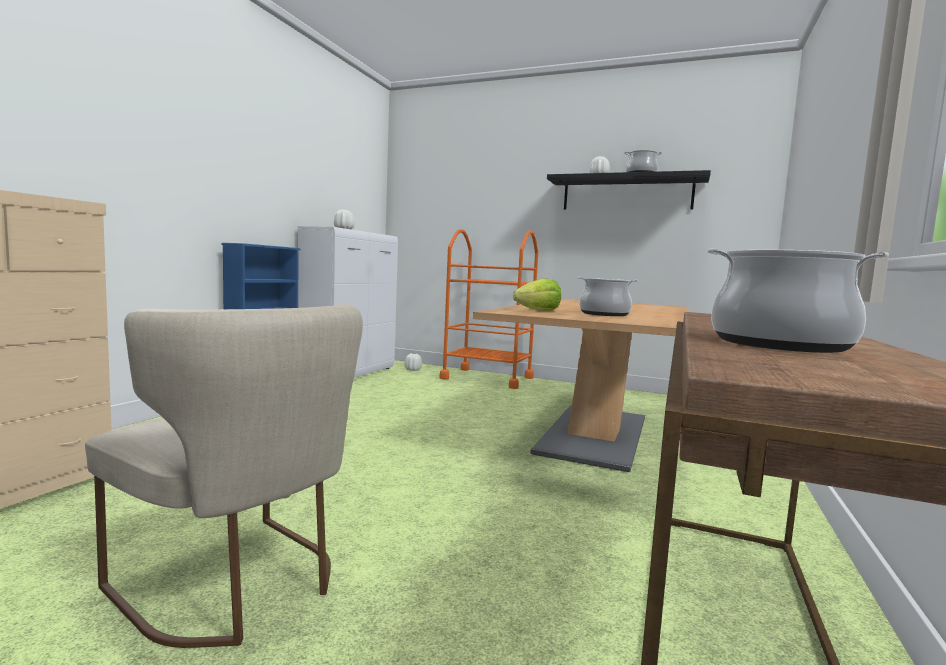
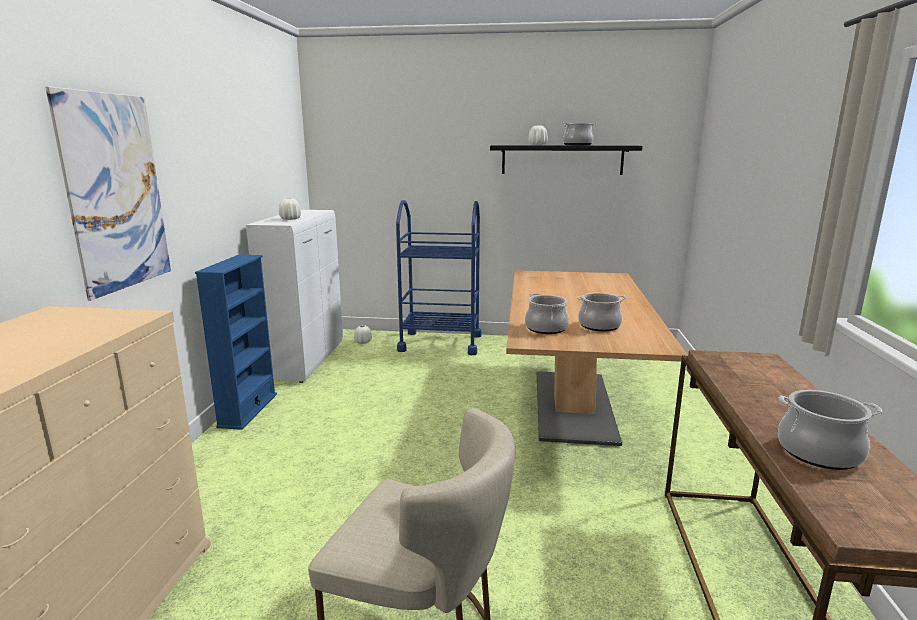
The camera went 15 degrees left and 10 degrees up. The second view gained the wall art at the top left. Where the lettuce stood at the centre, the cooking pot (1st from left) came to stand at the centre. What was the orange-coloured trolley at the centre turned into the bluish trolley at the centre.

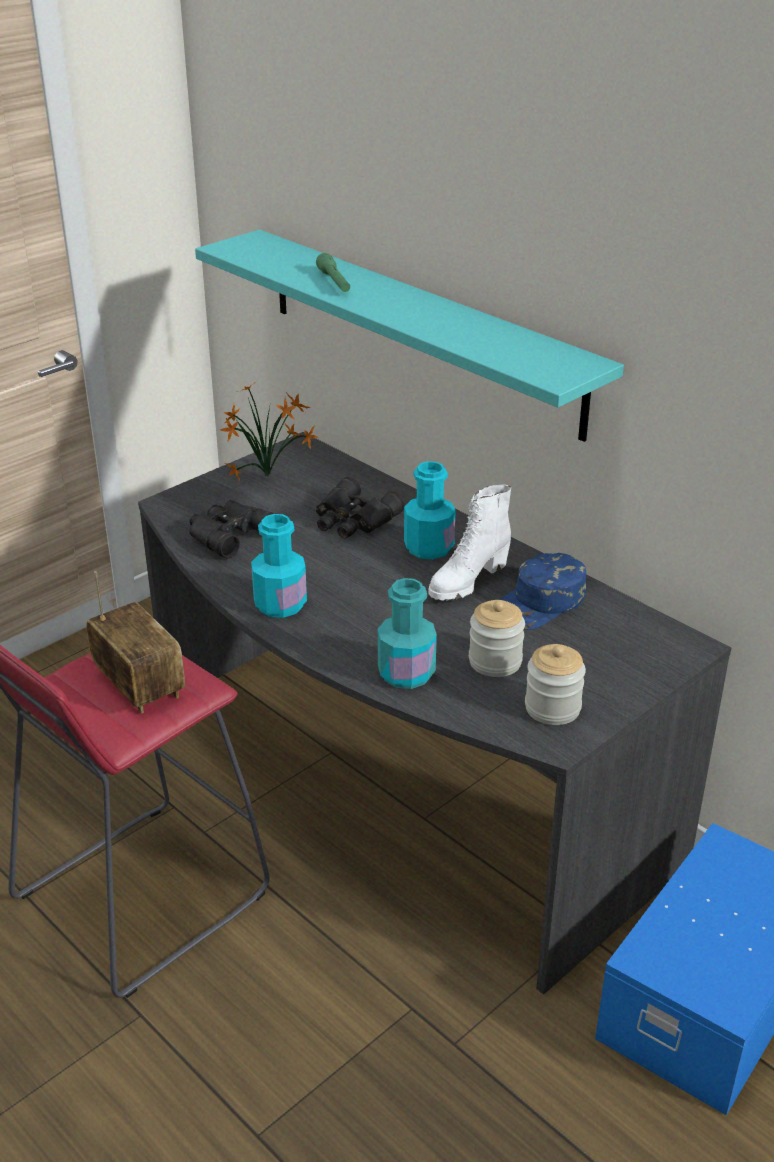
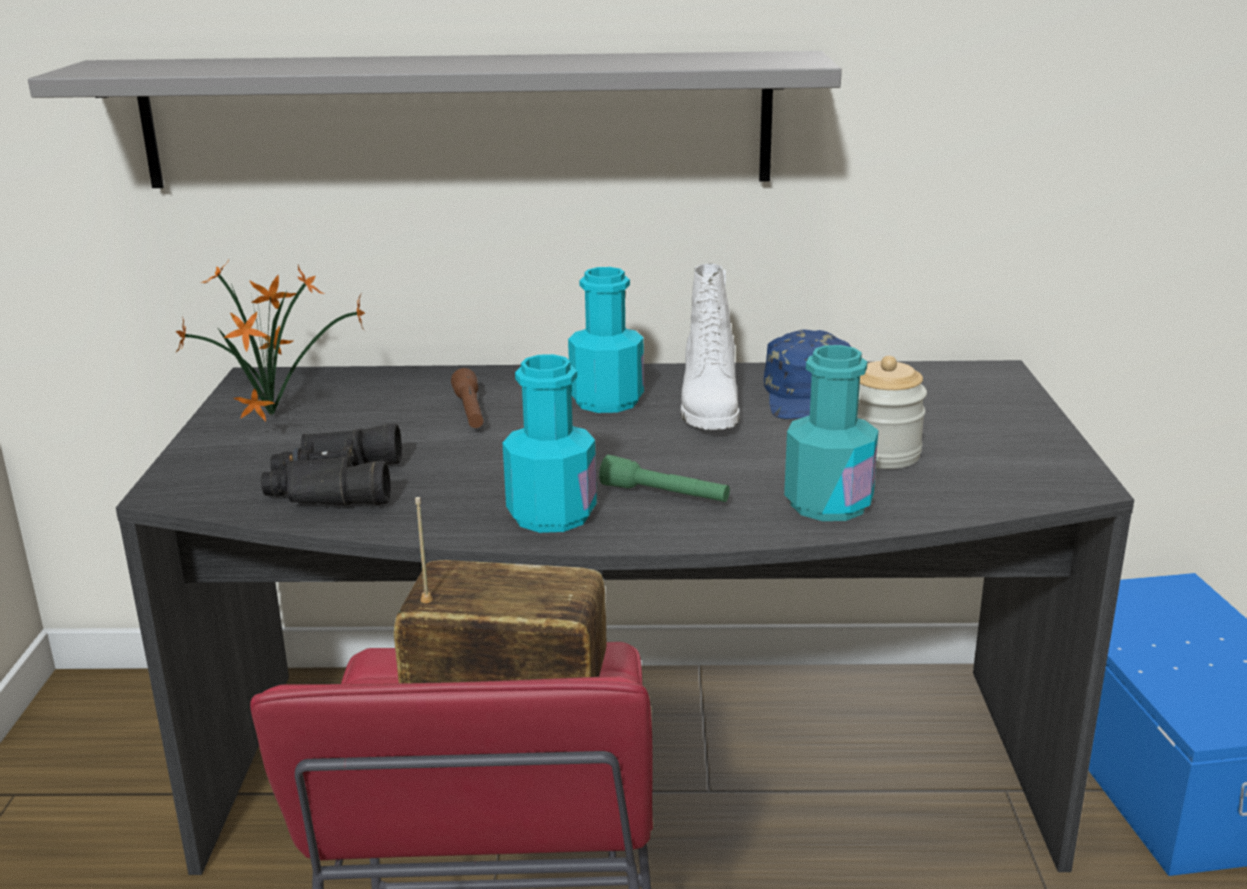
The camera went 45 degrees left and 10 degrees down. The second view lost the jar (2nd from left) at the middle right. The green-coloured flashlight ended up elsewhere, having gone from the top centre to the centre. Where the blackish pair of binoculars (2nd from left) stood at the centre, the brown-coloured flashlight came to stand at the centre. What was the turquoise-coloured bracket shelf at the top centre turned into the greyish bracket shelf at the top centre.

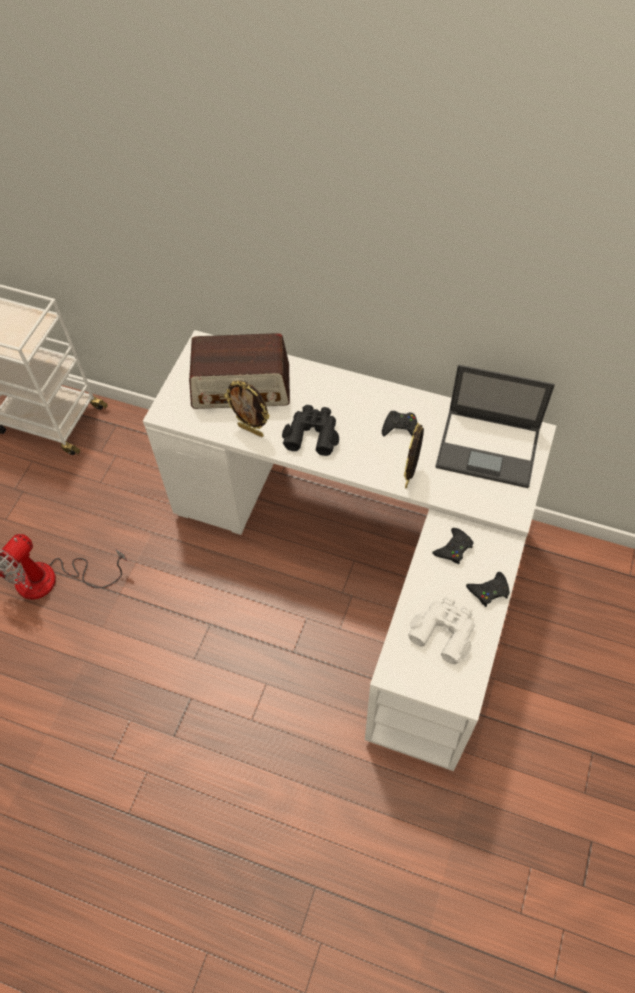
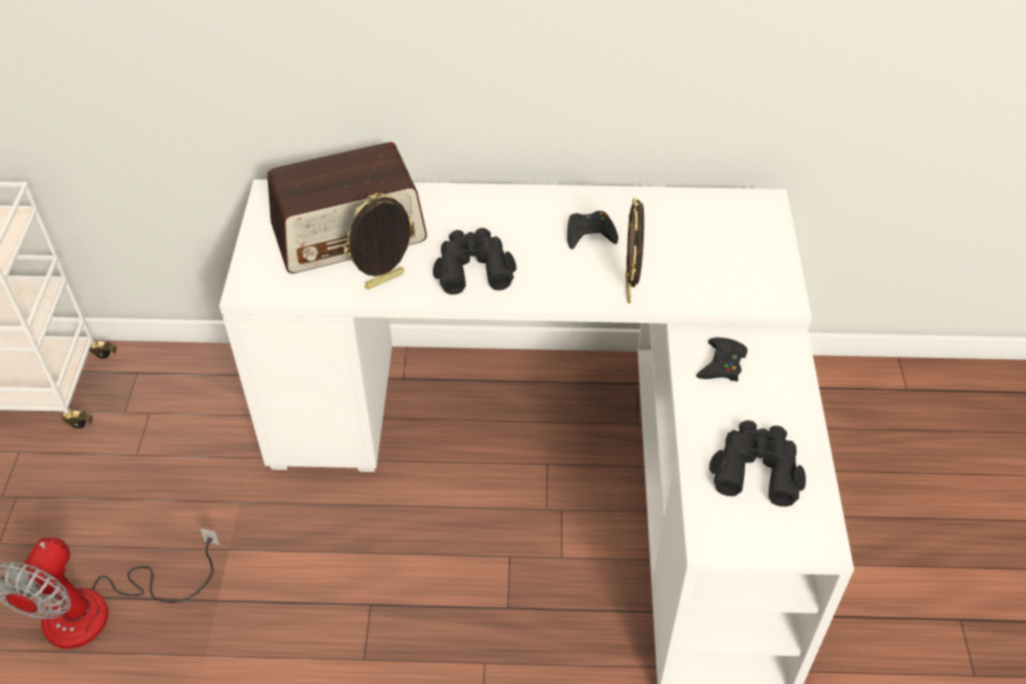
The camera went 20 degrees left and 10 degrees down. The second view lost the laptop at the middle right. The second view lost the blackish joypad (3rd from left) at the middle right. What was the white-coloured pair of binoculars at the middle right turned into the blackish pair of binoculars (2nd from left) at the bottom right. The standing frame (1st from left) at the centre ended up facing another way, 135 degrees clockwise from before.

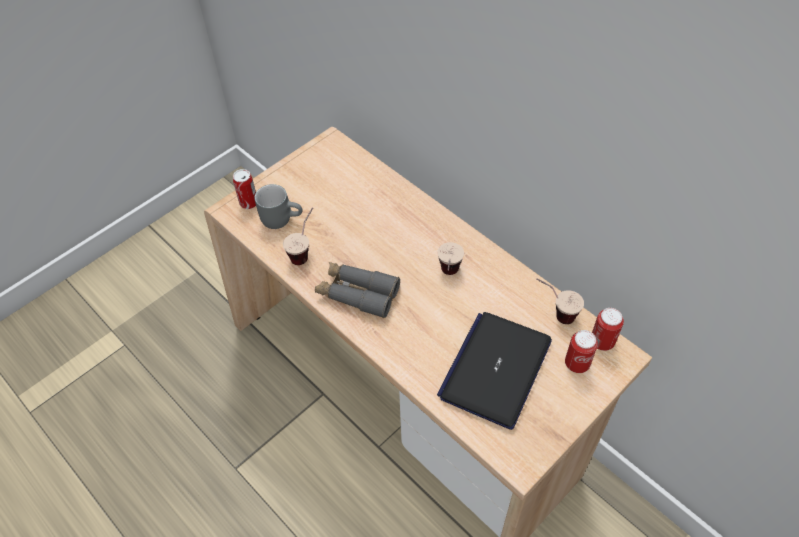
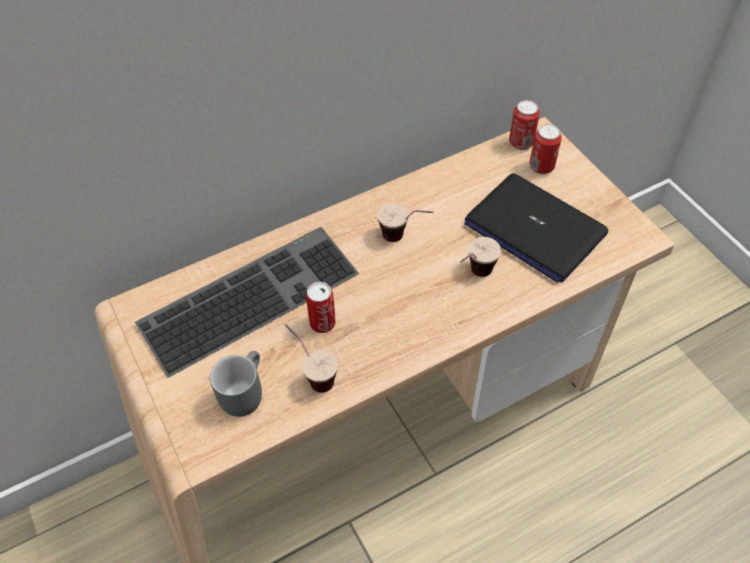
The camera went 75 degrees left and 0 degrees up. The second view lost the greyish pair of binoculars at the centre. The second view gained the keyboard at the middle left. The sealed can (1st from left) ended up elsewhere, having gone from the middle left to the centre. The small cup (3rd from left) ended up elsewhere, having gone from the middle right to the centre.

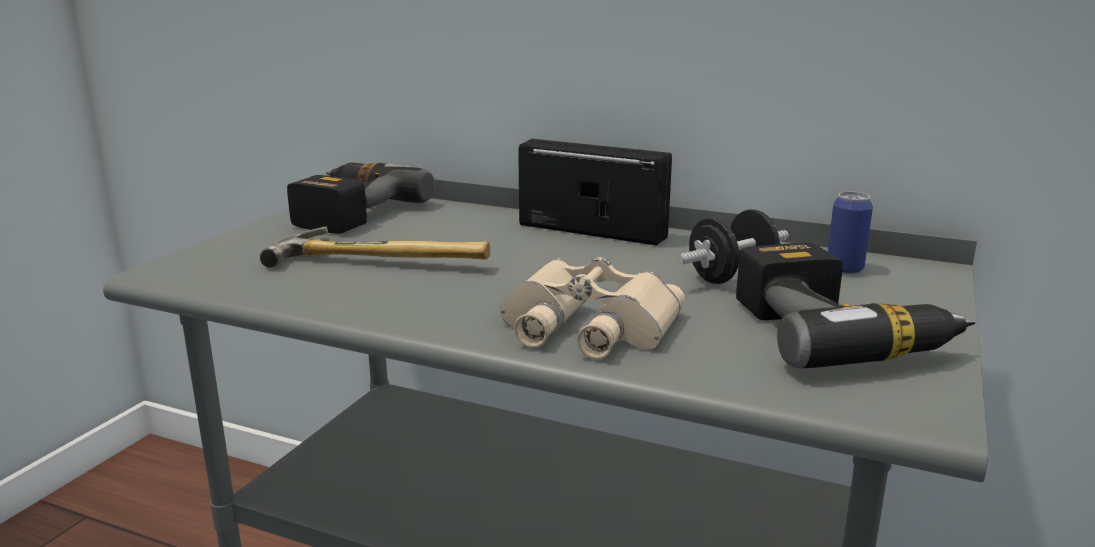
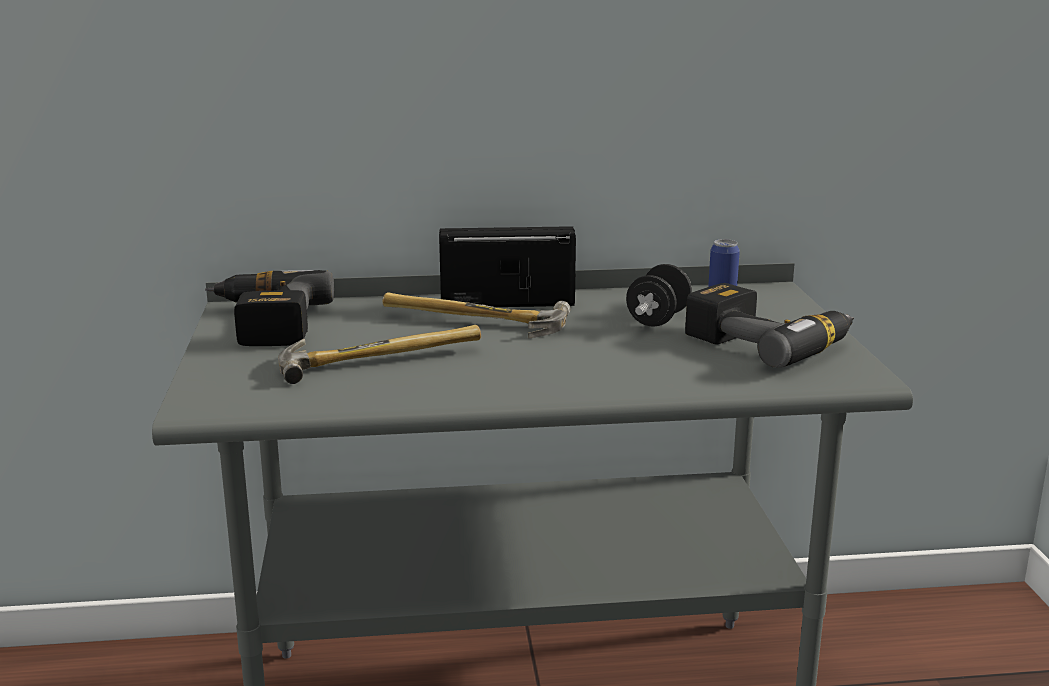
The camera went 30 degrees left and 0 degrees up. The second view lost the beige-coloured pair of binoculars at the centre. The second view gained the tool hammer (2nd from left) at the centre.

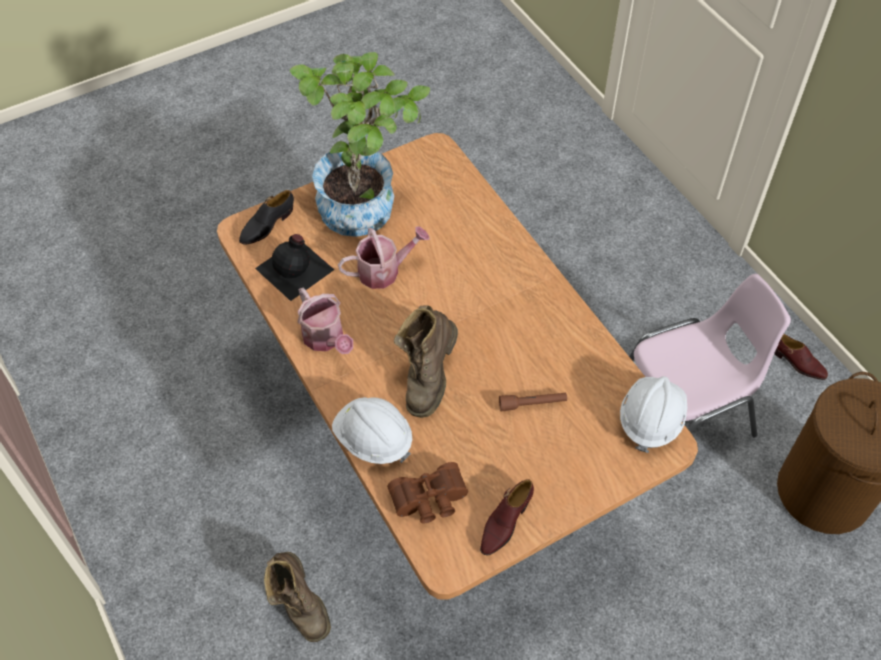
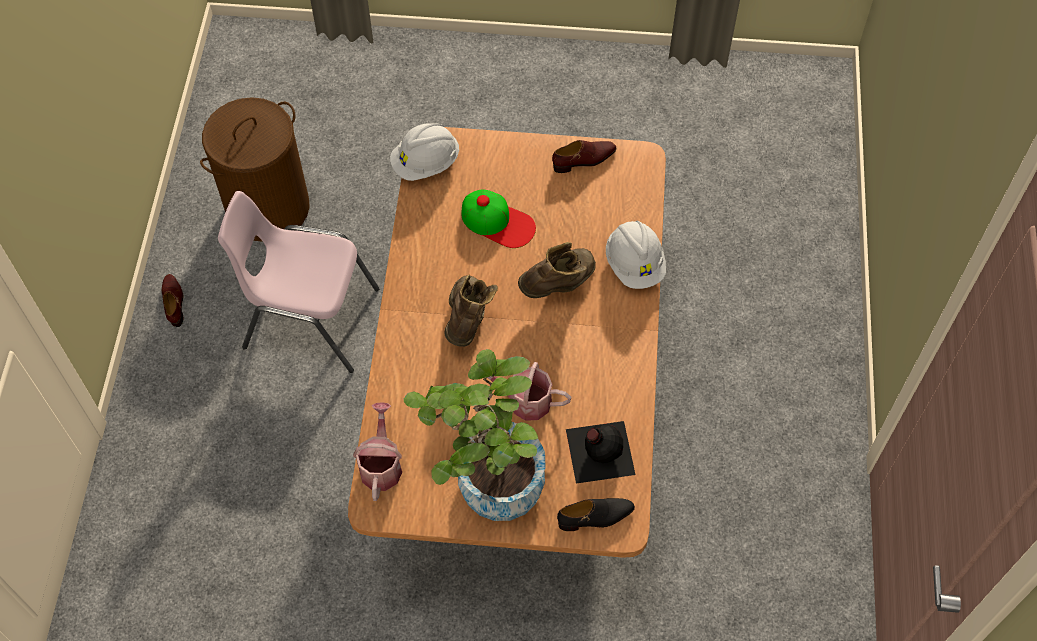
The camera went 145 degrees left and 5 degrees up. The second view lost the brown-coloured pair of binoculars at the bottom centre. The brown-coloured boot (1st from left) ended up elsewhere, having gone from the bottom centre to the centre. The watering can (1st from left) ended up elsewhere, having gone from the centre to the bottom centre. Where the brown-coloured flashlight stood at the centre, the baseball cap came to stand at the centre.

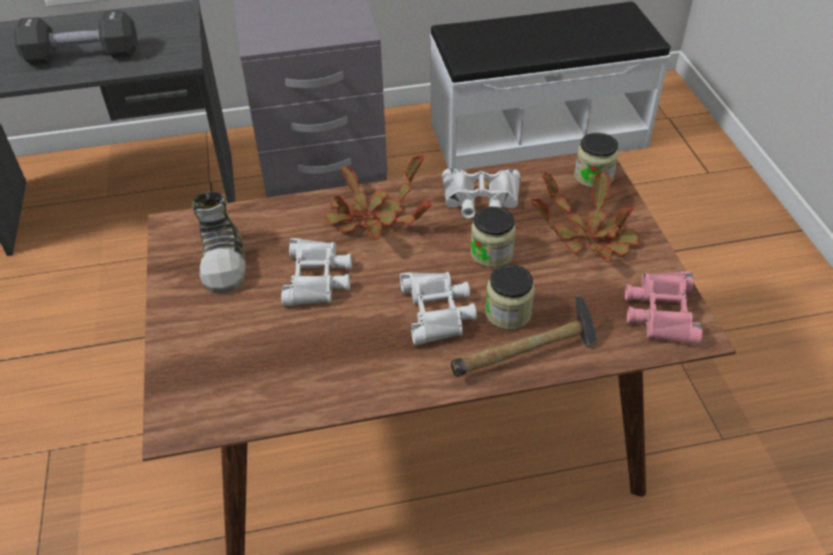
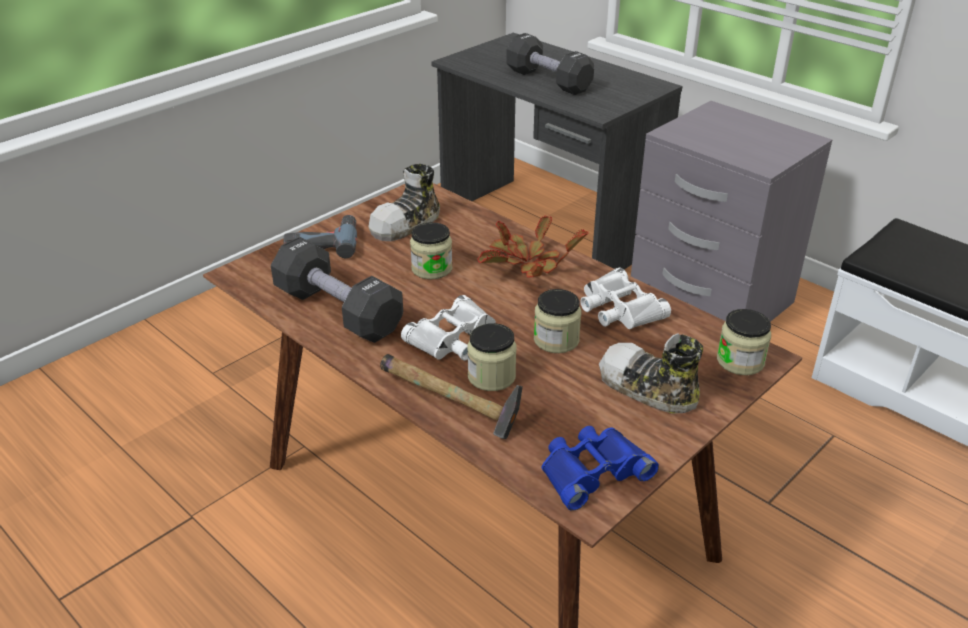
The camera went 55 degrees right and 10 degrees down. The second view gained the blackish hand weight (1st from left) at the centre. The second view gained the drill at the middle left. Where the white-coloured pair of binoculars (1st from left) stood at the centre, the jar (1st from left) came to stand at the centre. Where the plant in a pot (2nd from left) stood at the middle right, the low shoe (2nd from left) came to stand at the middle right. What was the pinkish pair of binoculars at the middle right turned into the bluish pair of binoculars at the bottom centre.

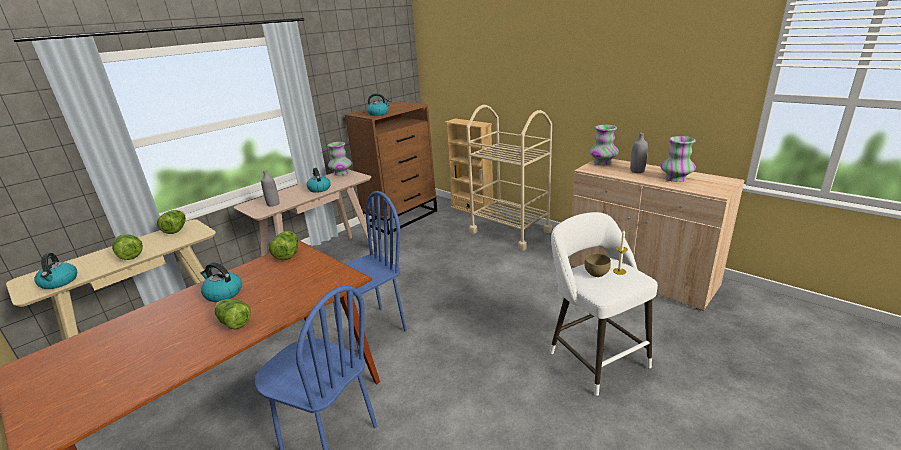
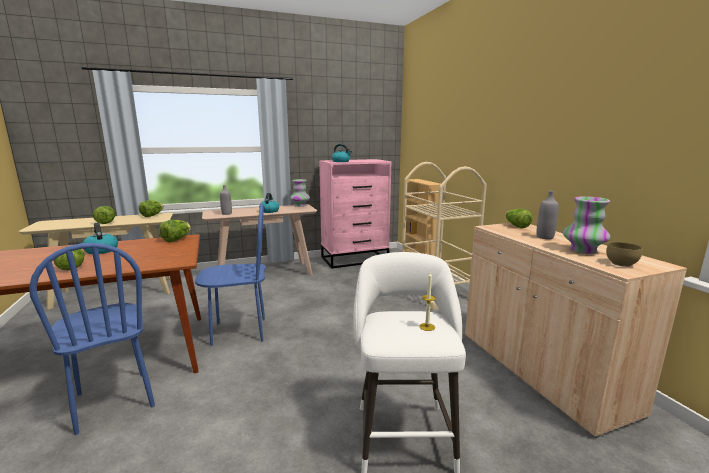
The camera went 25 degrees right and 10 degrees down. The second view lost the tea kettle (1st from left) at the middle left. The brown-coloured deep dish ended up elsewhere, having gone from the centre to the middle right. Where the vase (2nd from left) stood at the top right, the lettuce (5th from left) came to stand at the middle right. What was the brown-coloured chest of drawers at the centre turned into the pinkish chest of drawers at the centre.

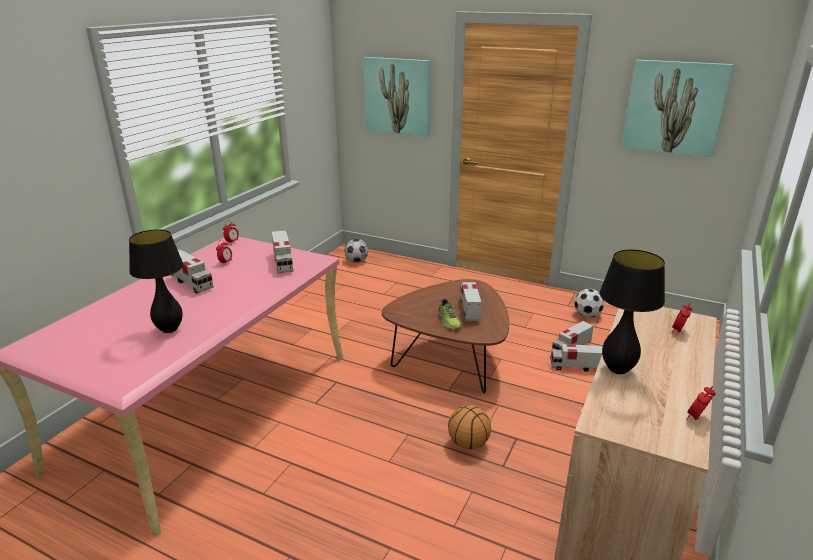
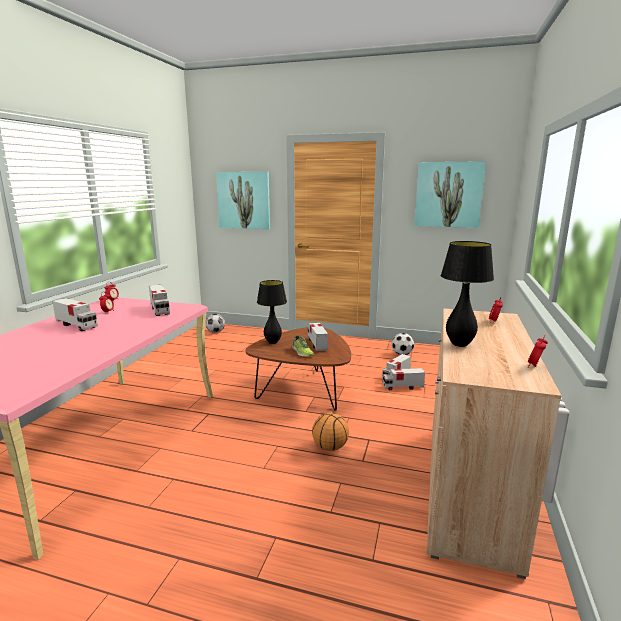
The camera went 10 degrees left and 10 degrees down. The blackish lamp for a table (1st from left) ended up elsewhere, having gone from the middle left to the centre.

